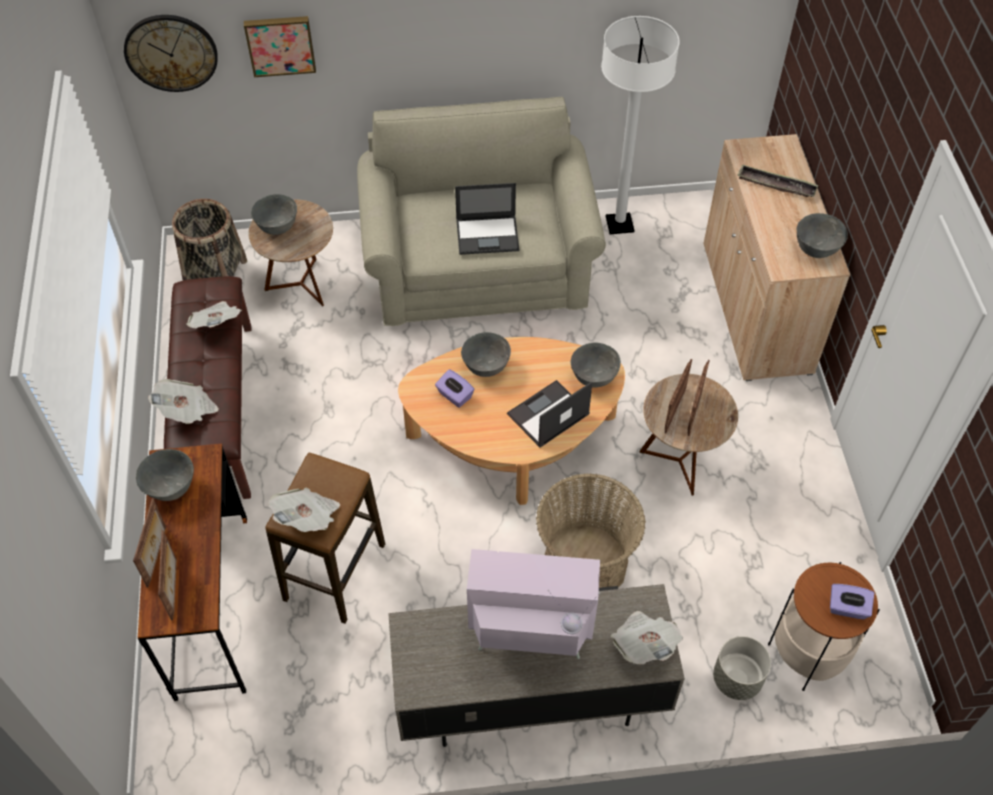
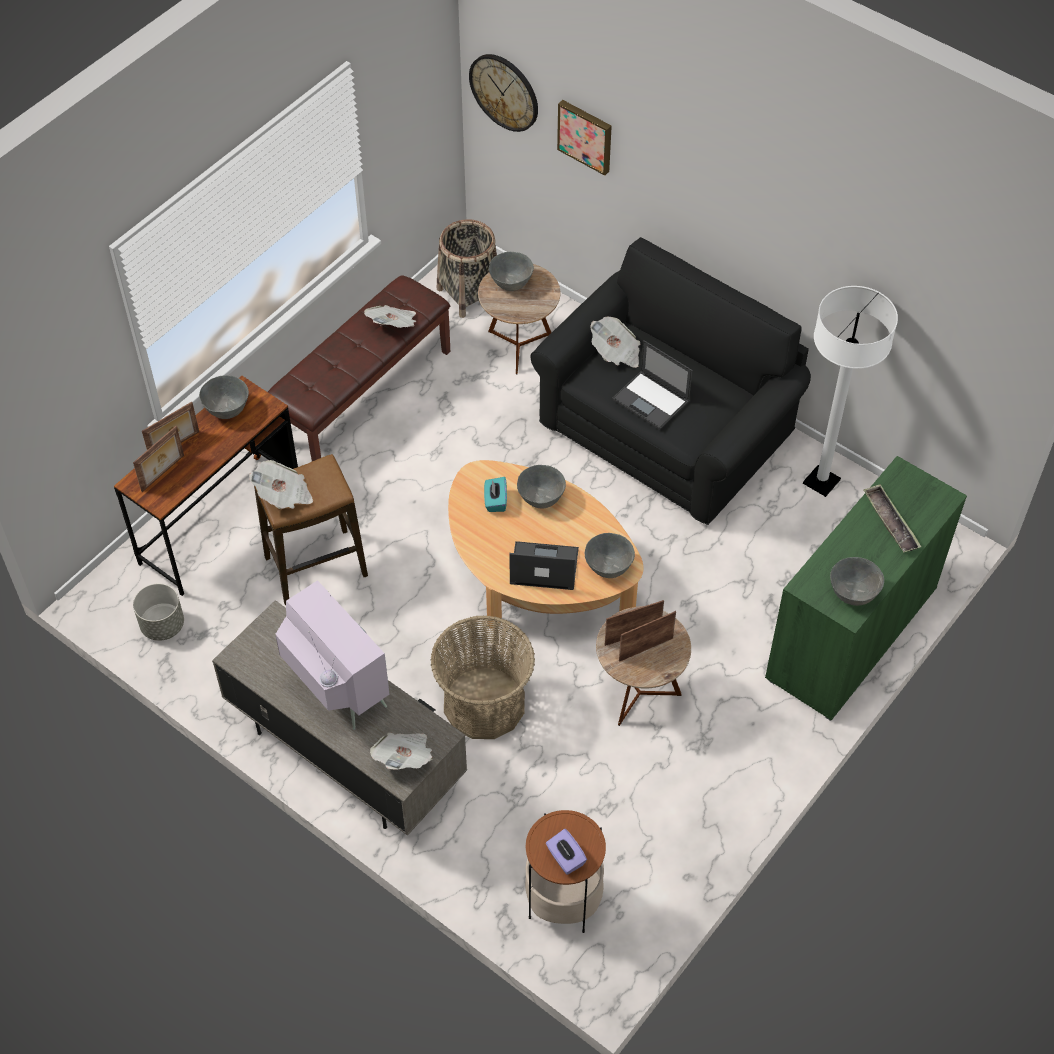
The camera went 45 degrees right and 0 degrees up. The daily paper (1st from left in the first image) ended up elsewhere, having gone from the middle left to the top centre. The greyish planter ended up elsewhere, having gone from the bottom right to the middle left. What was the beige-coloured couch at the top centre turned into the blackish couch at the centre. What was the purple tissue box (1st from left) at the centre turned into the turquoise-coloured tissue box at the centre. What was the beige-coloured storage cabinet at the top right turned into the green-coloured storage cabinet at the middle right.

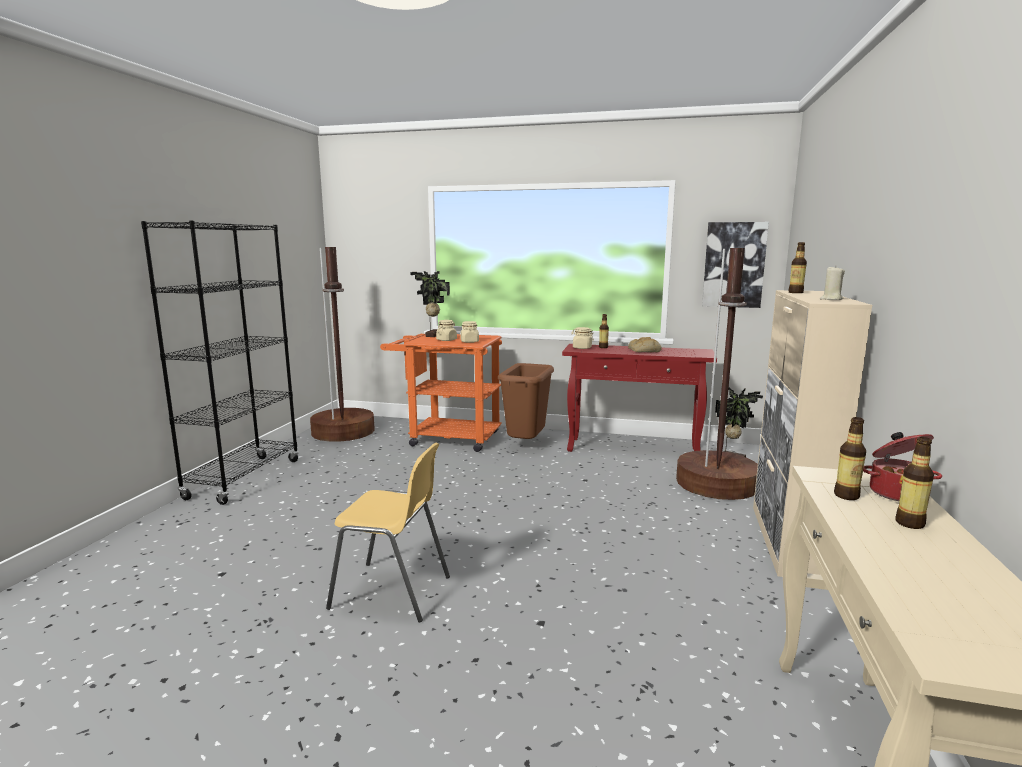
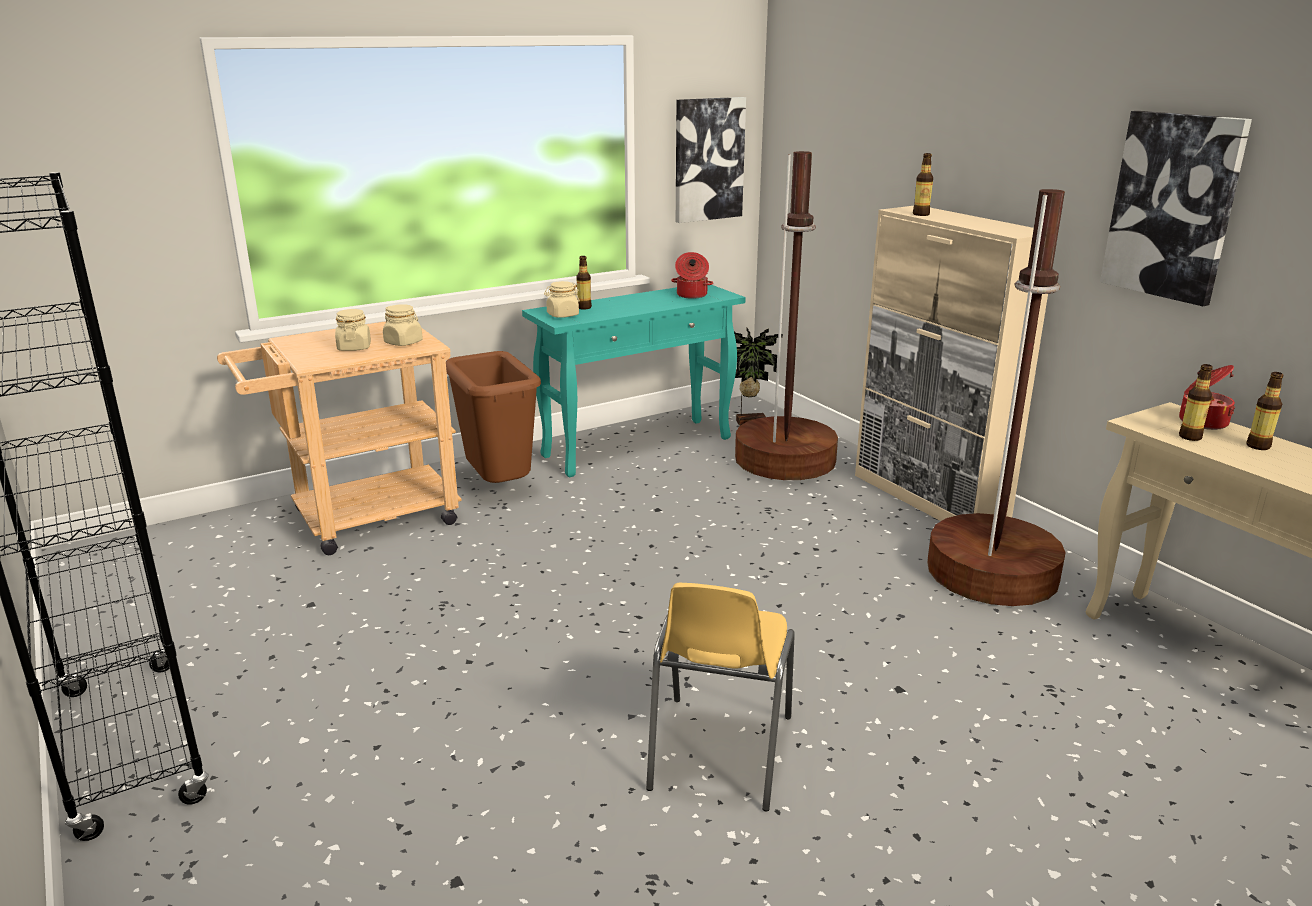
The camera went 45 degrees left and 10 degrees up. The second view lost the plant in a pot (1st from left) at the centre. The second view lost the baked bread at the centre. The second view lost the beige-coloured candle at the middle right. The second view gained the cooking pot (1st from left) at the top centre. The second view gained the wall art (2nd from left) at the top right. The brown-coloured floor lamp (1st from left in the first image) ended up elsewhere, having gone from the centre to the middle right. What was the orange-coloured trolley at the centre turned into the beige-coloured trolley at the middle left. What was the reddish console table at the centre turned into the turquoise-coloured console table at the centre. The yellowish upright chair at the bottom centre ended up facing another way, 135 degrees clockwise from before.

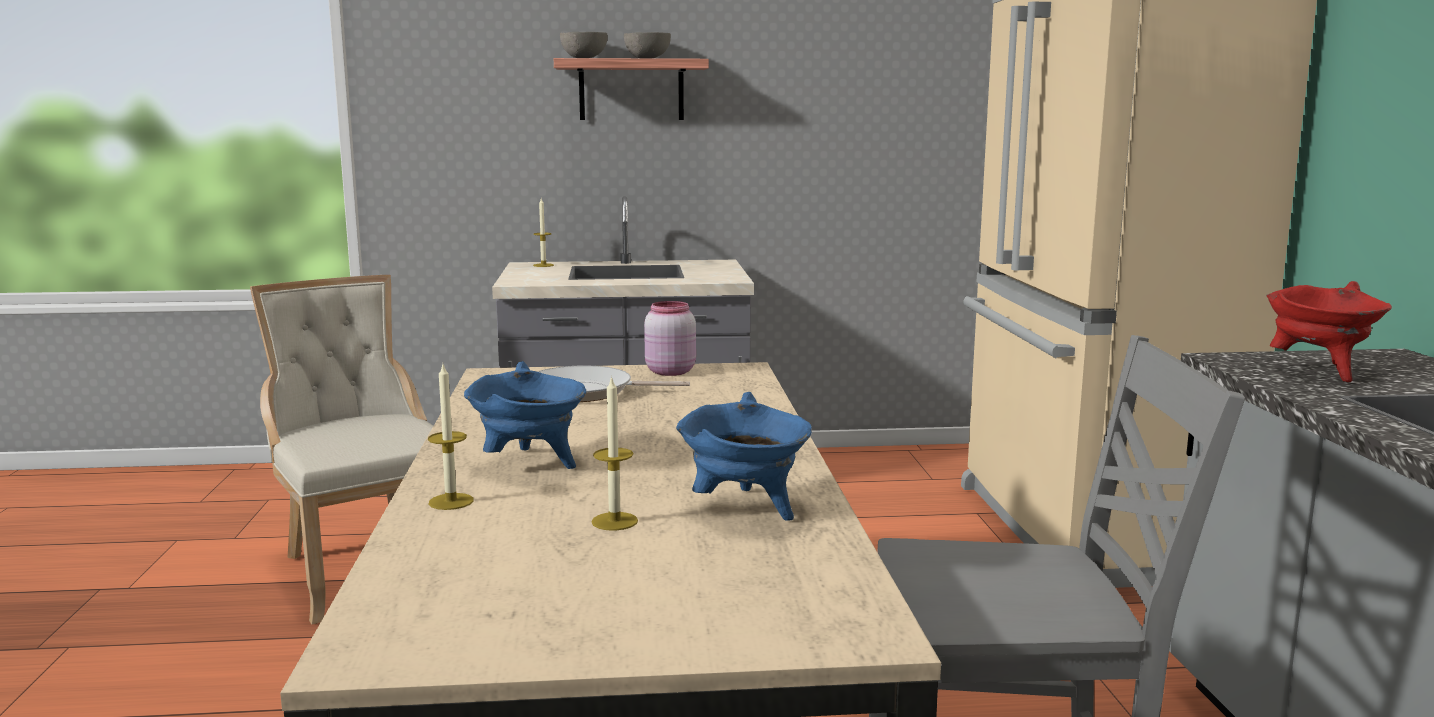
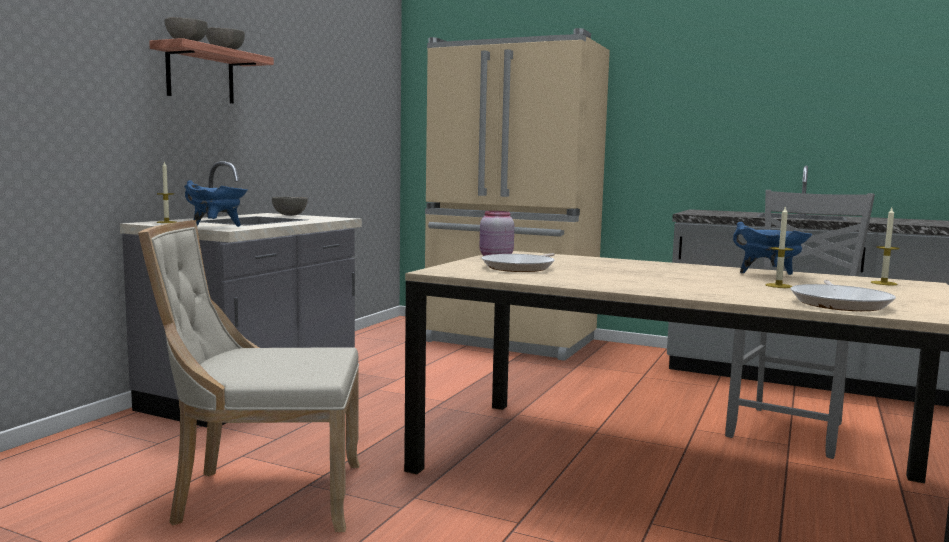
The camera went 60 degrees left and 5 degrees down. The second view lost the reddish cooking pot at the middle right. The second view gained the greyish deep dish (3rd from left) at the middle left. The second view gained the pan (2nd from left) at the middle right. The candle (1st from left in the first image) ended up elsewhere, having gone from the middle left to the middle right. The bluish cooking pot (1st from left) ended up elsewhere, having gone from the centre to the middle left.

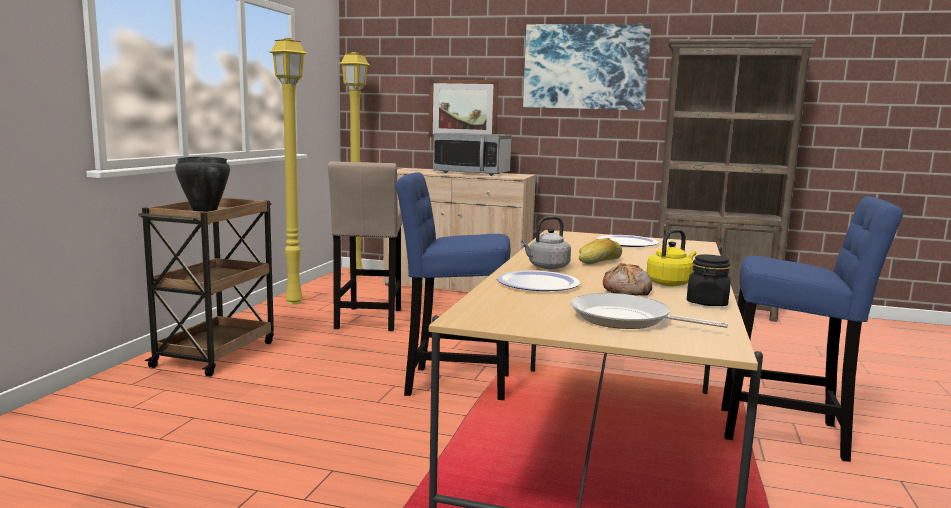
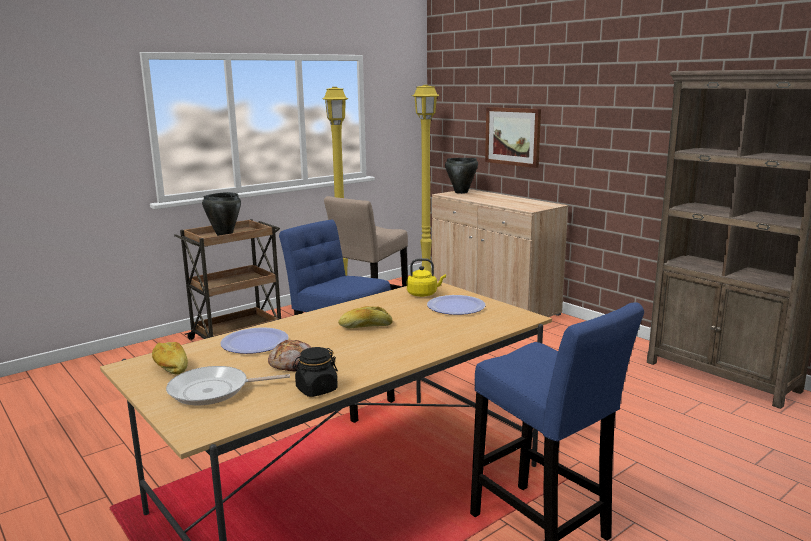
The camera went 35 degrees right and 5 degrees up. The second view lost the kitchen microwave at the top centre. The second view lost the greyish tea kettle at the centre. The second view lost the wall art (2nd from left) at the top centre. The second view gained the baked bread (1st from left) at the middle left. The second view gained the blackish cooking pot (2nd from left) at the top centre. The yellowish tea kettle ended up elsewhere, having gone from the middle right to the centre. The pan at the middle right ended up facing another way, 75 degrees counterclockwise from before.

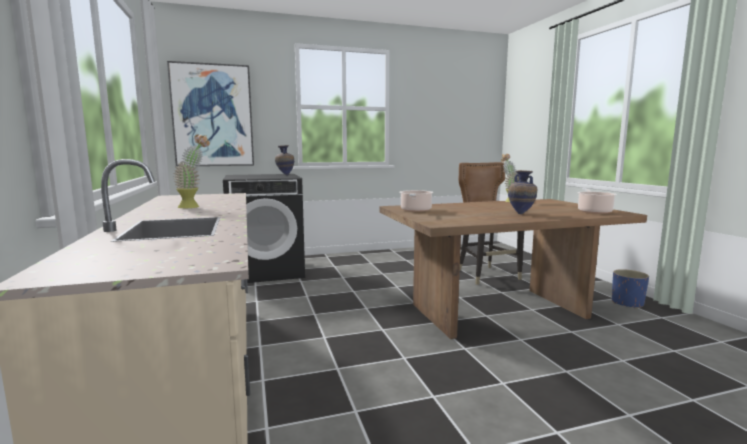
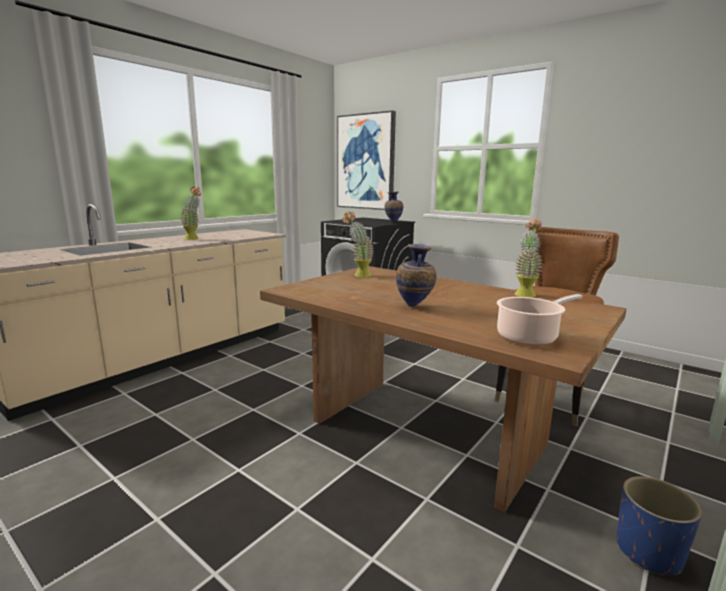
The camera went 55 degrees right and 5 degrees up. Where the cooking pot (1st from left) stood at the centre, the plant in a pot (2nd from left) came to stand at the centre.

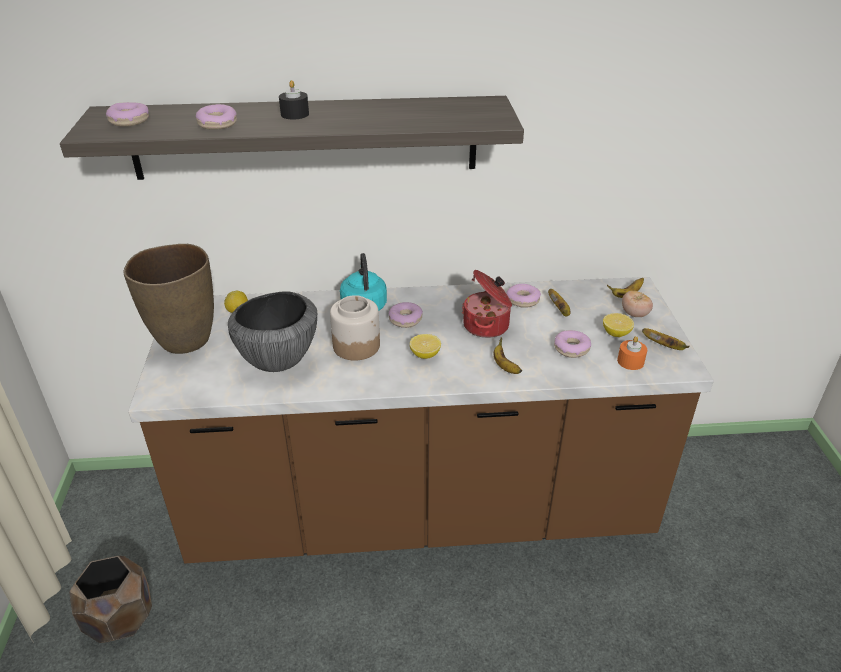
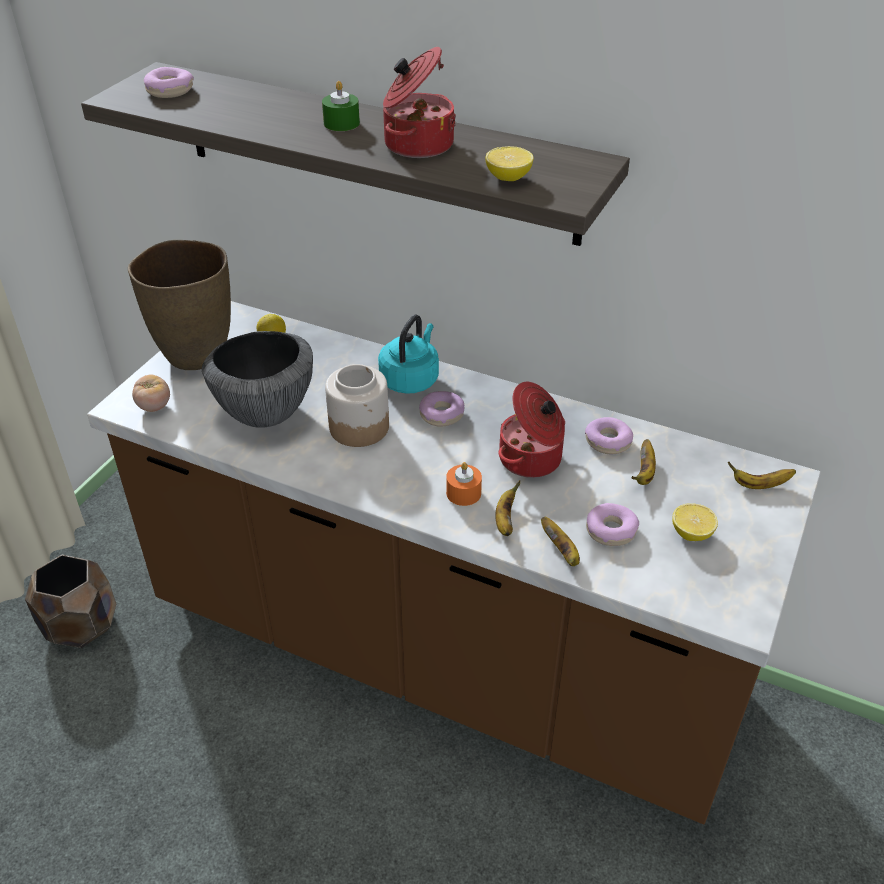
The camera went 30 degrees right and 5 degrees up. The second view lost the ring doughnut (2nd from left) at the top left. The second view gained the cooking pot (1st from left) at the top centre. The whole lemon (2nd from left) ended up elsewhere, having gone from the centre to the top centre. The orange-coloured candle ended up elsewhere, having gone from the middle right to the centre. The fresh tomato ended up elsewhere, having gone from the middle right to the middle left. The whole banana (4th from left in the first image) ended up elsewhere, having gone from the middle right to the centre. What was the blackish candle at the top centre turned into the green-coloured candle at the top centre.

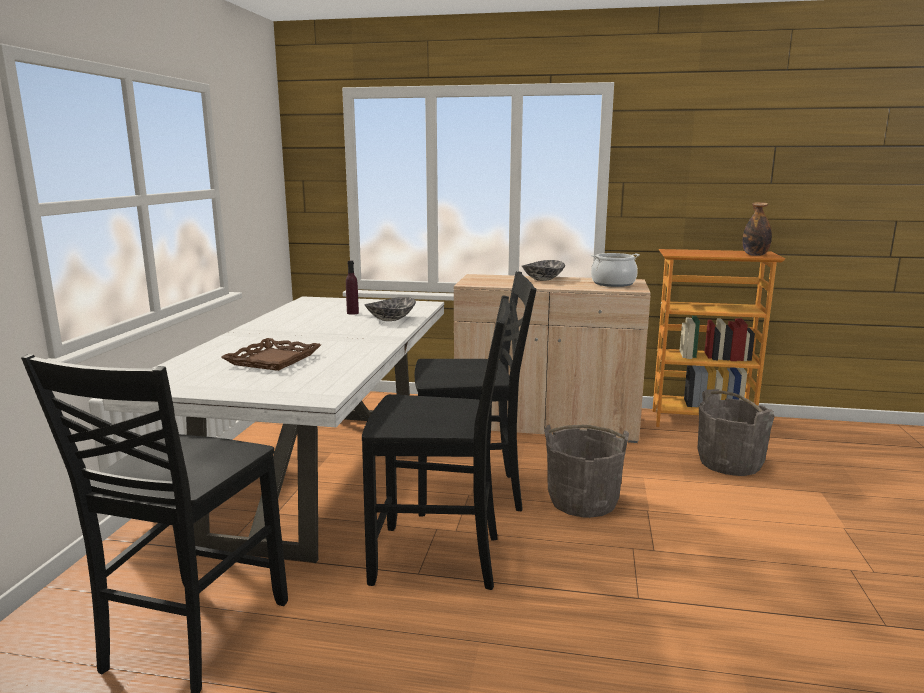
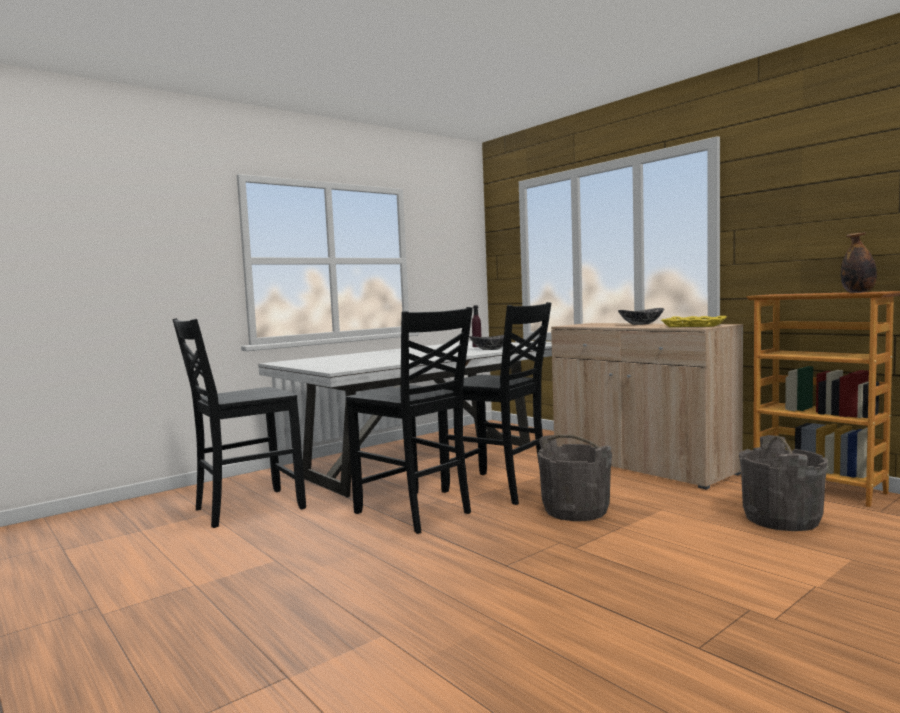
The camera went 40 degrees right and 10 degrees down. The second view lost the brown-coloured tray at the middle left. Where the cooking pot stood at the centre, the yellowish tray came to stand at the middle right.

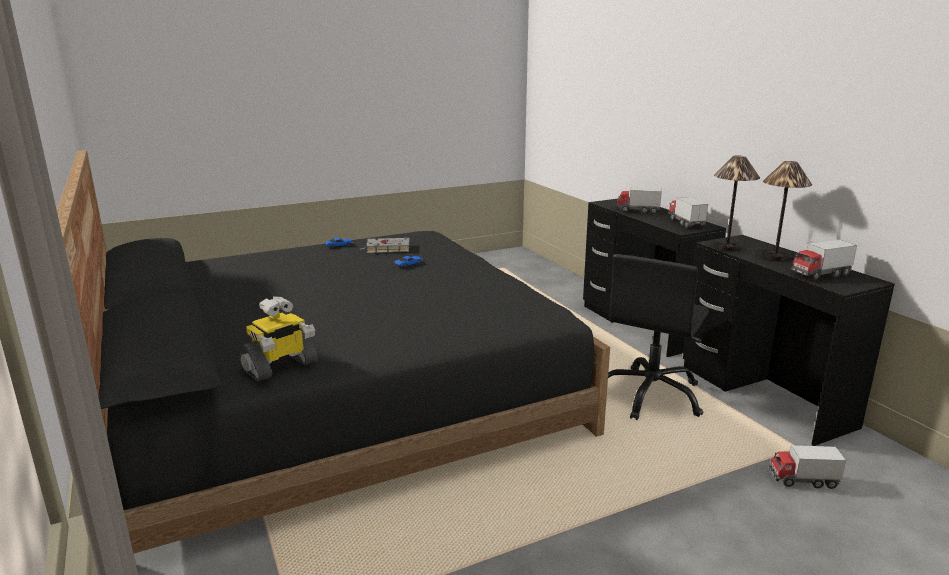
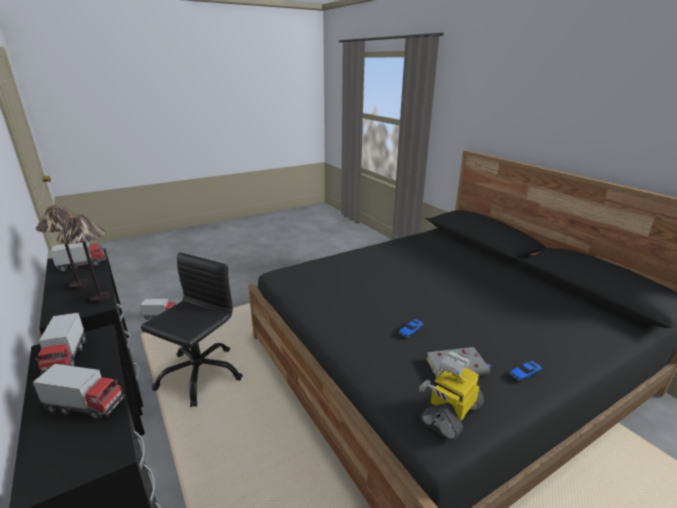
The camera went 175 degrees right and 5 degrees up. The toy robot ended up elsewhere, having gone from the middle left to the bottom centre.

